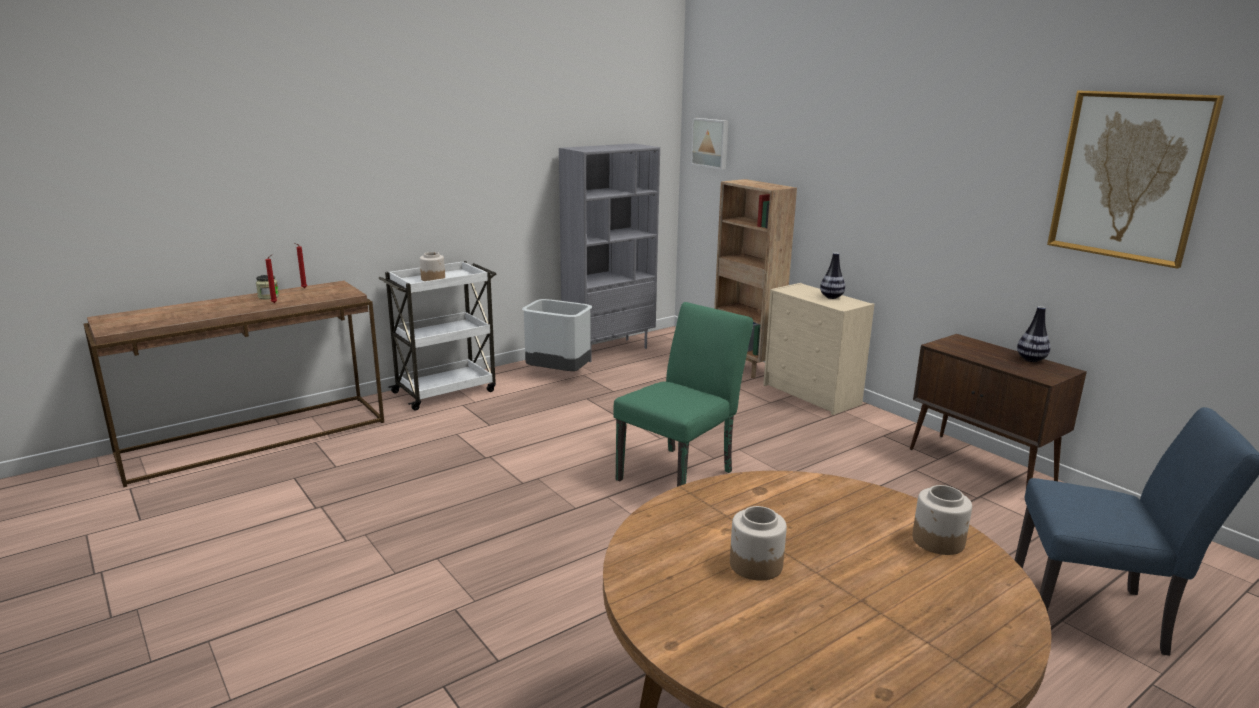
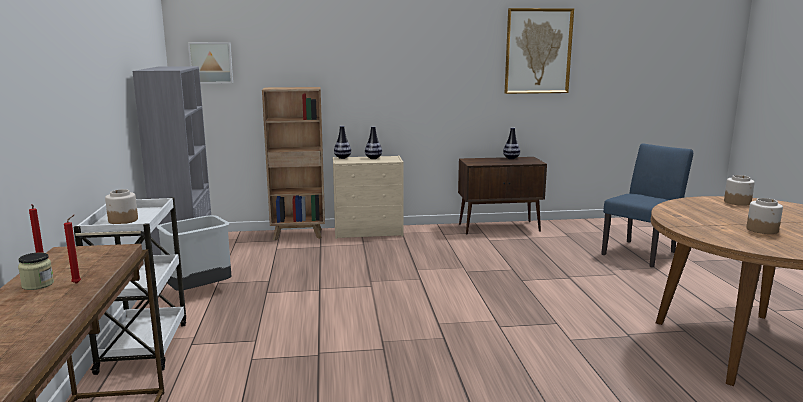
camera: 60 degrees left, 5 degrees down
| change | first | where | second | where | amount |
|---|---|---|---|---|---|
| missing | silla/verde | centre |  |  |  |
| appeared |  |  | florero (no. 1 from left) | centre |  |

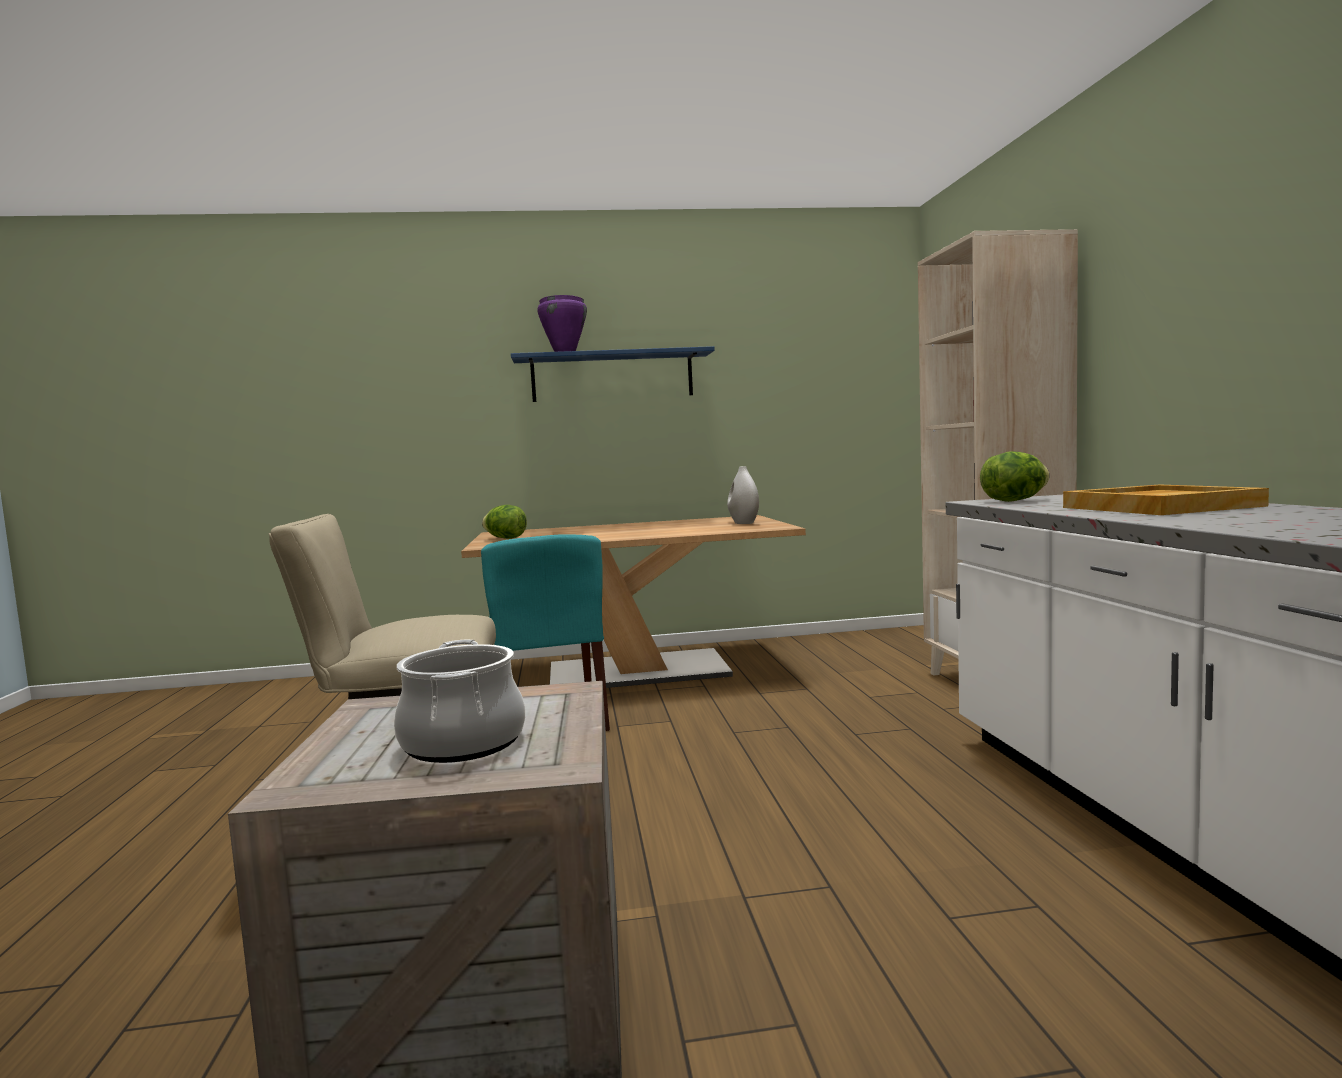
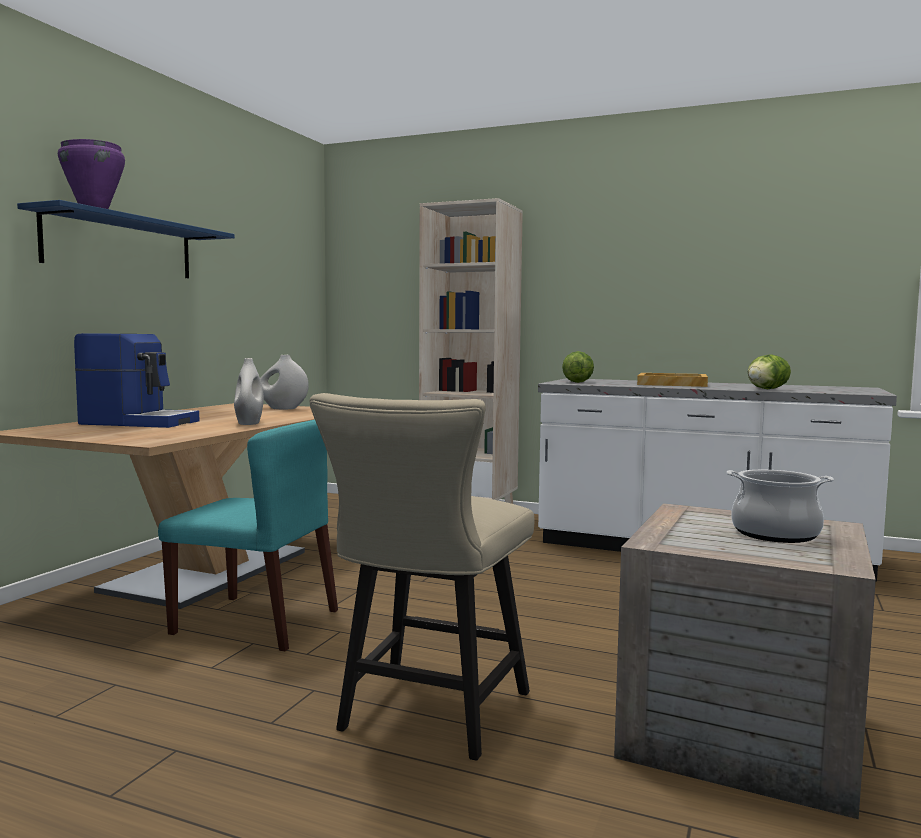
camera: 60 degrees left, 0 degrees up
| change | first | where | second | where | amount |
|---|---|---|---|---|---|
| relocated | lechuga (no. 1 from left in the first image) | centre | lechuga (no. 2 from left) | middle right |  |
| appeared |  |  | cafetera | middle left |  |
| appeared |  |  | florero/blanco (no. 1 from left) | middle left |  |

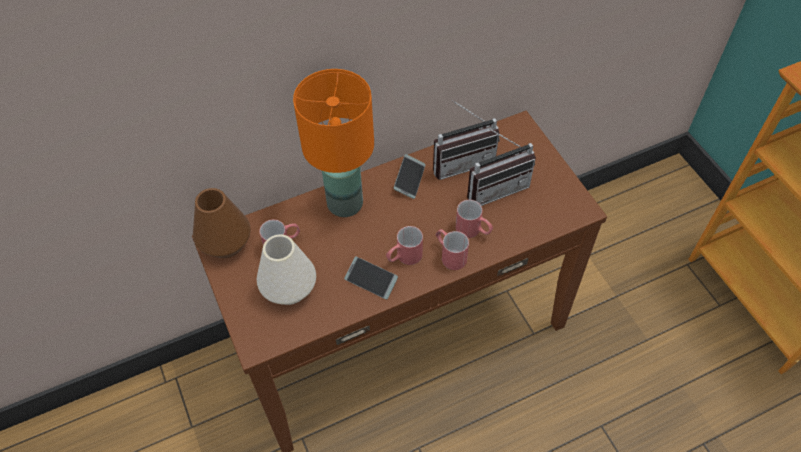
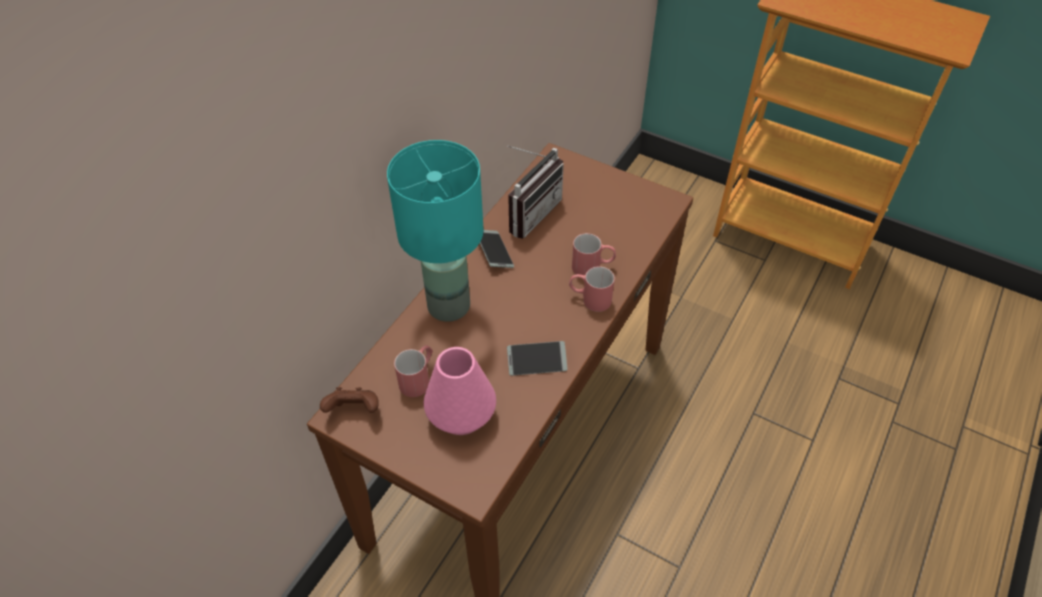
camera: 35 degrees left, 5 degrees down
| change | first | where | second | where | amount |
|---|---|---|---|---|---|
| colour | lámpara de mesa/naranja | top centre | lámpara de mesa/turquesa | centre |  |
| missing | radio (no. 2 from left) | centre |  |  |  |
| exchanged | florero/marrón | middle left | mando de consola/marrón | bottom centre |  |
| missing | taza grande/rojo (no. 2 from left) | centre |  |  |  |
| colour | florero/blanco | centre | florero/rosa | centre |  |

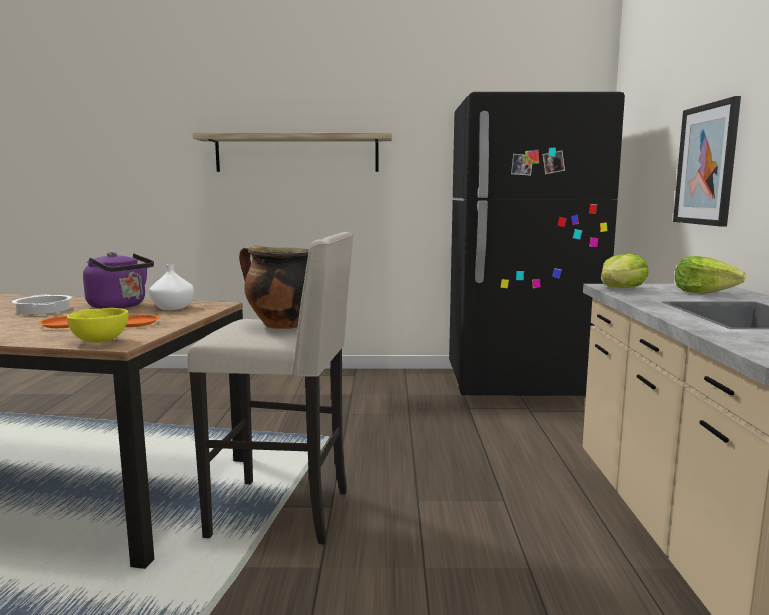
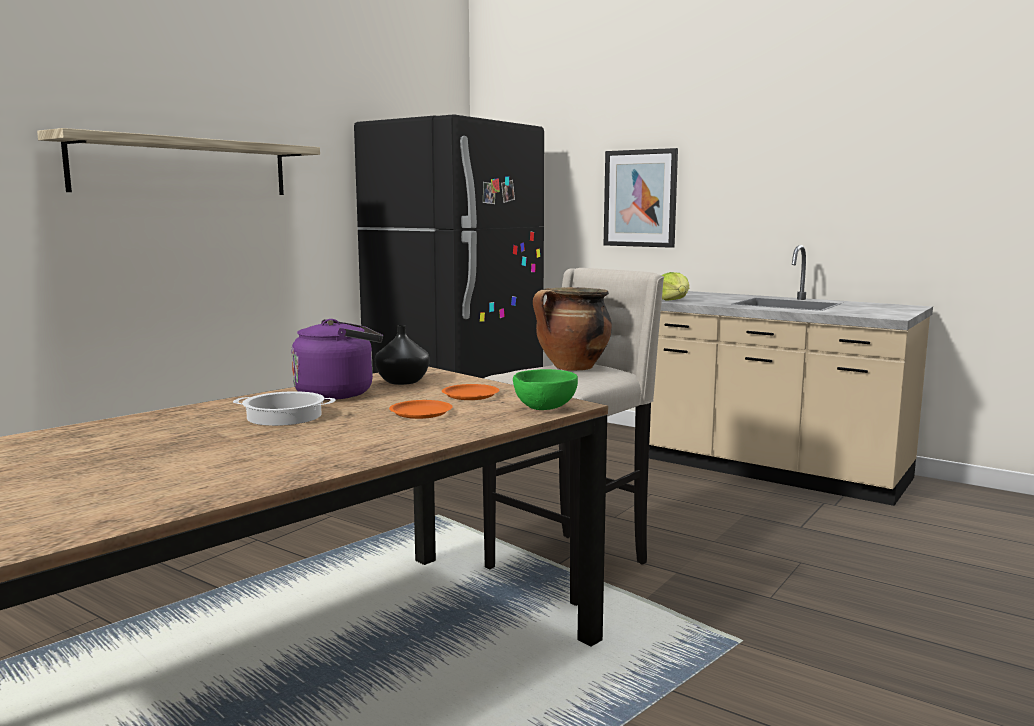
camera: 55 degrees left, 0 degrees up
| change | first | where | second | where | amount |
|---|---|---|---|---|---|
| missing | lechuga (no. 2 from left) | middle right |  |  |  |
| colour | florero/blanco | middle left | florero/negro | centre |  |
| colour | cuenco/amarillo | middle left | cuenco/verde | centre |  |

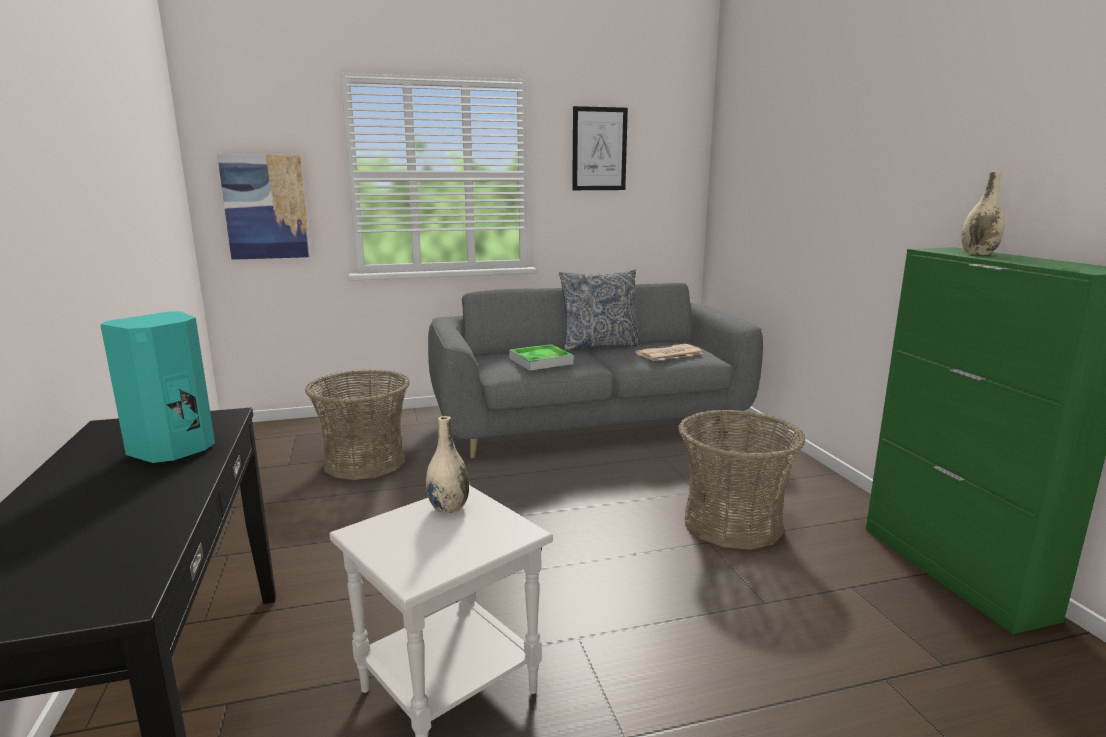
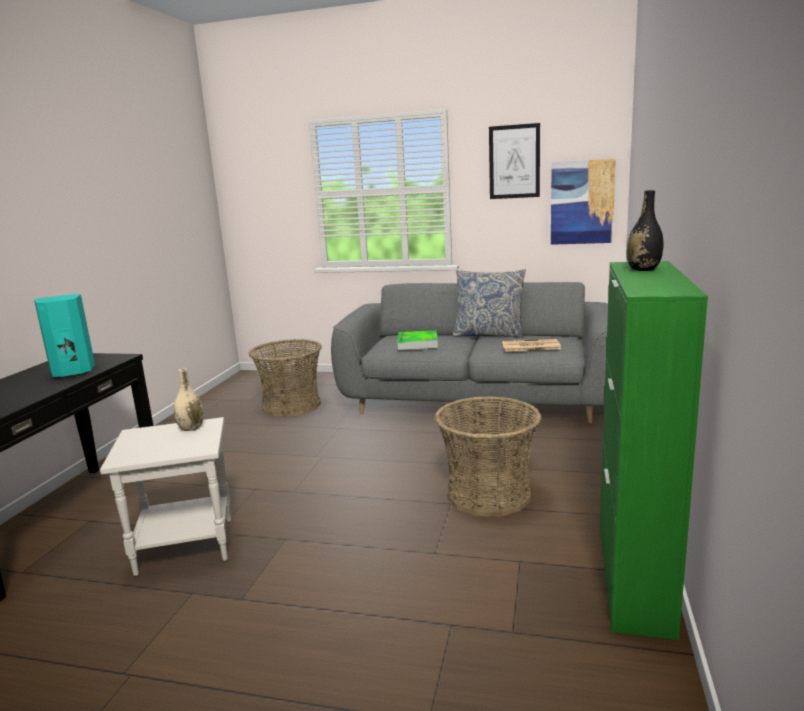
camera: 30 degrees right, 0 degrees up
| change | first | where | second | where | amount |
|---|---|---|---|---|---|
| relocated | cuadro (no. 1 from left in the first image) | top left | cuadro (no. 2 from left) | top right |  |
| colour | florero/beis (no. 2 from left) | top right | florero/negro | top right |  |

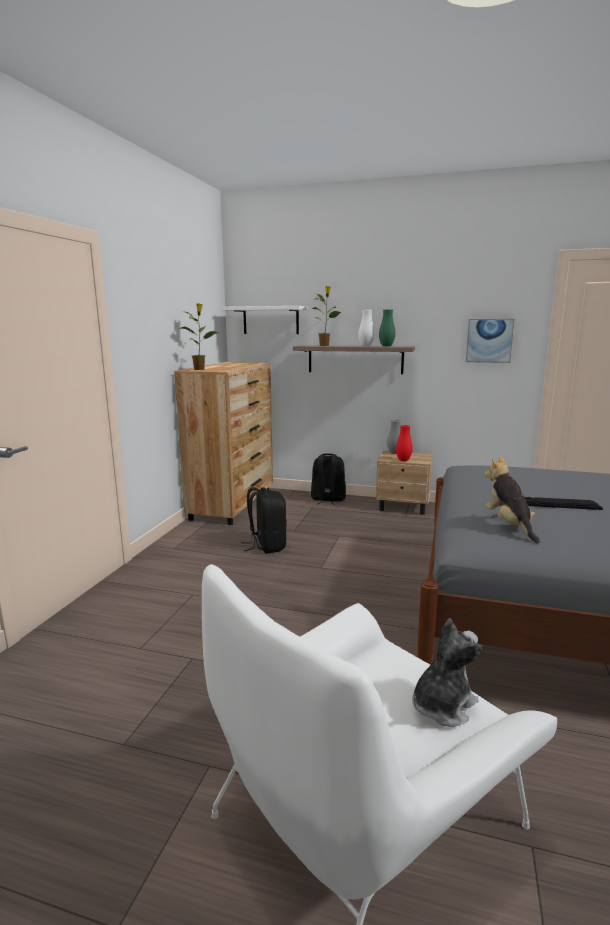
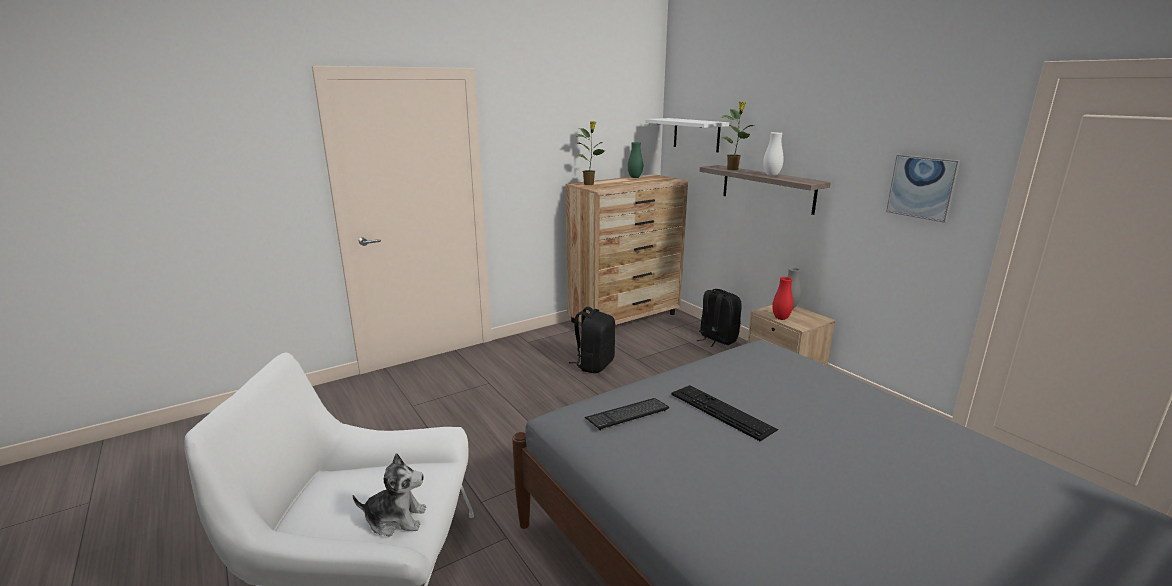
camera: 40 degrees right, 5 degrees up
| change | first | where | second | where | amount |
|---|---|---|---|---|---|
| relocated | florero/verde | centre |  | top centre |  |
| exchanged | peluche (no. 2 from left) | middle right | teclado (no. 1 from left) | bottom centre |  |

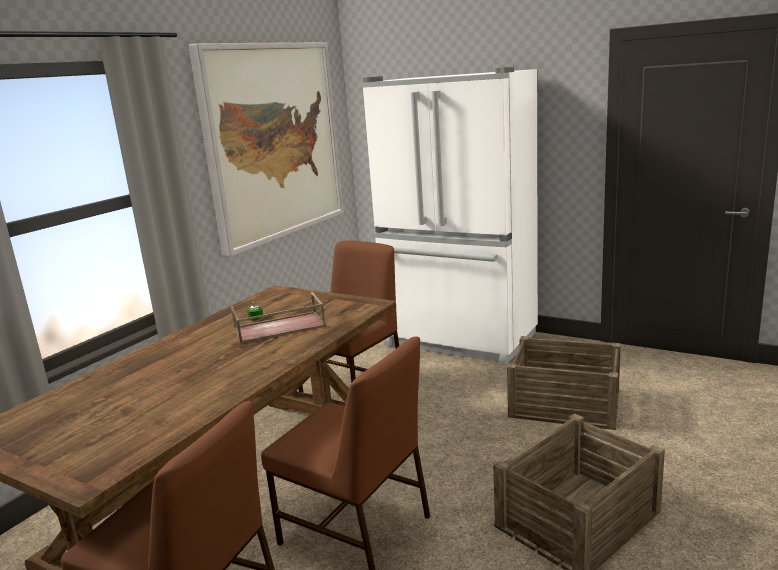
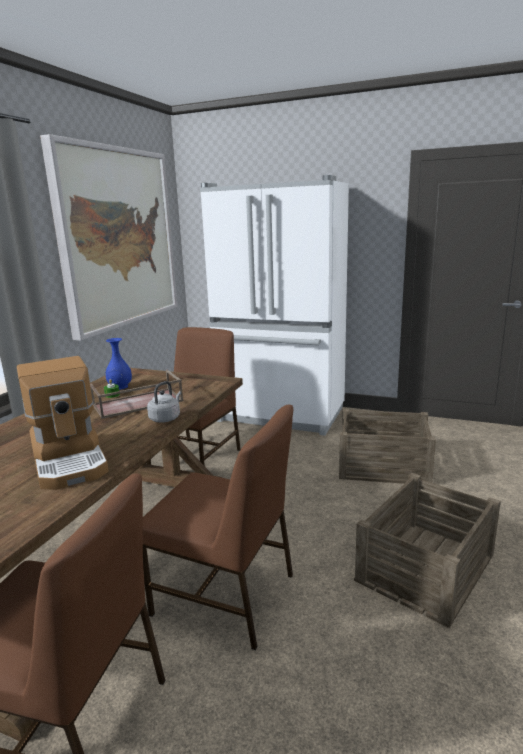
camera: 10 degrees left, 0 degrees up
| change | first | where | second | where | amount |
|---|---|---|---|---|---|
| appeared |  |  | florero/azul | middle left |  |
| appeared |  |  | cafetera | middle left |  |
| appeared |  |  | hervidor/gris | middle left |  |

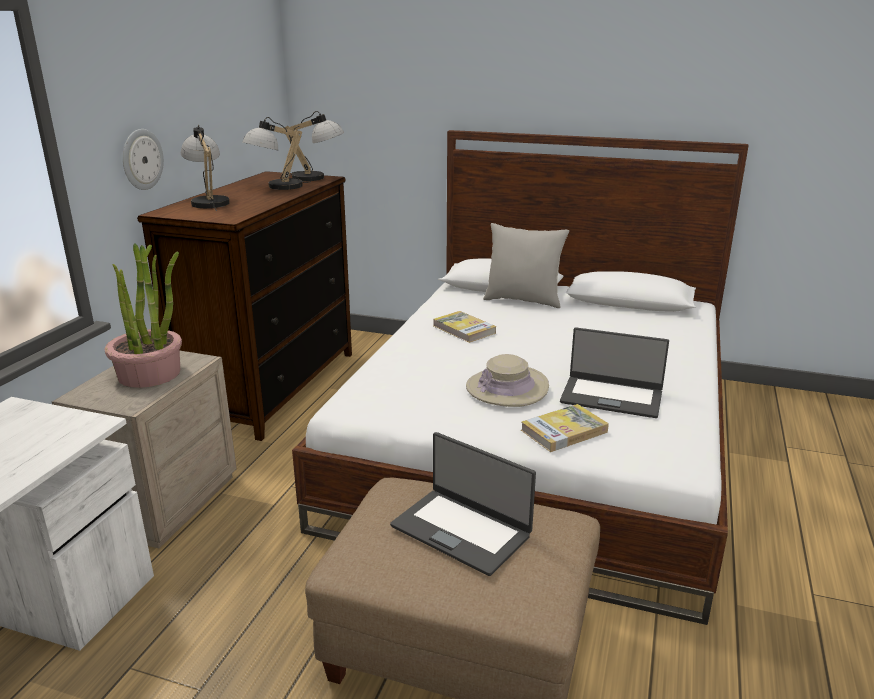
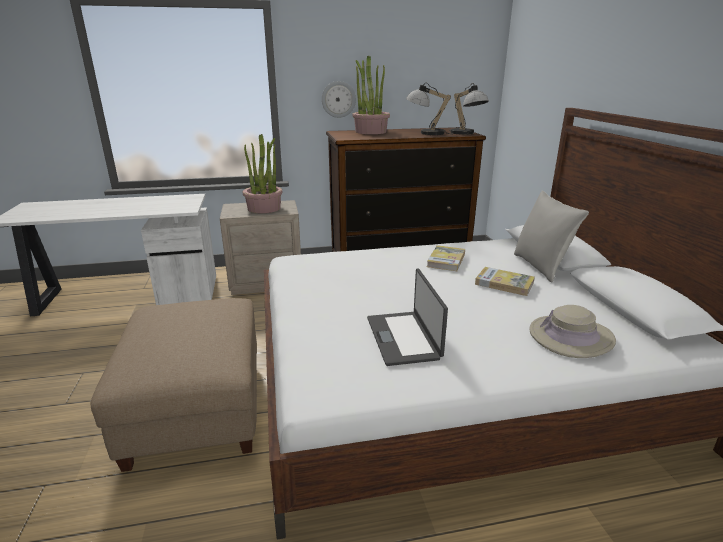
camera: 60 degrees right, 0 degrees up
| change | first | where | second | where | amount |
|---|---|---|---|---|---|
| exchanged | lámpara de mesa (no. 1 from left) | top left | planta en maceta (no. 2 from left) | top centre |  |
| relocated | sombrero/beis | centre |  | middle right |  |
| relocated | libro (no. 2 from left) | centre |  | middle right |  |
| missing | portátil (no. 1 from left) | bottom centre |  |  |  |

